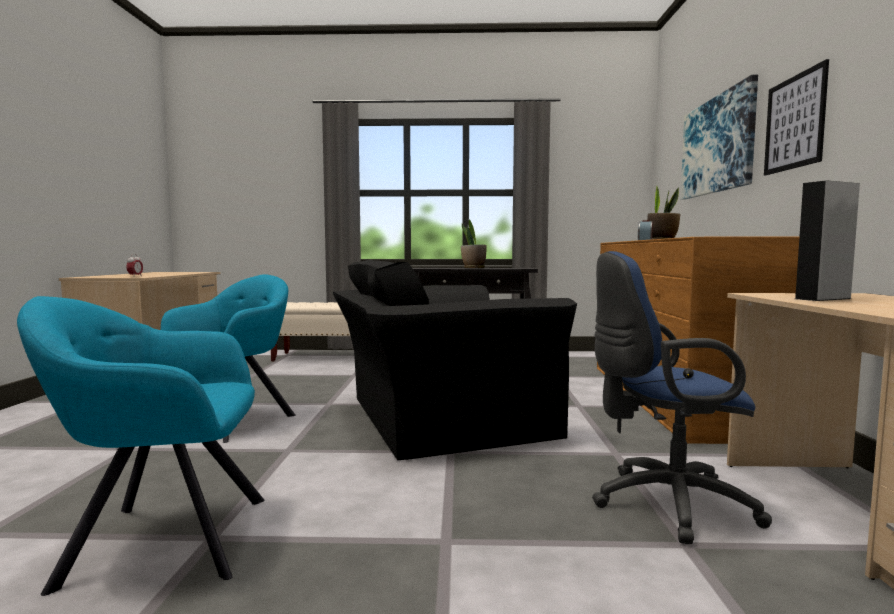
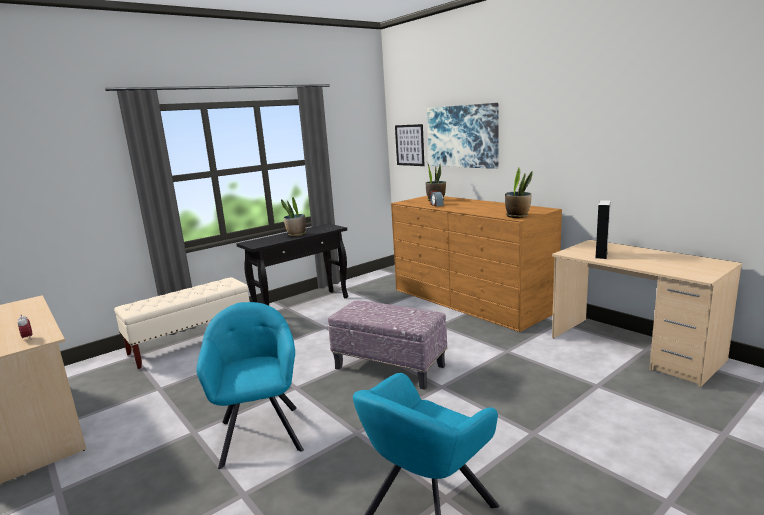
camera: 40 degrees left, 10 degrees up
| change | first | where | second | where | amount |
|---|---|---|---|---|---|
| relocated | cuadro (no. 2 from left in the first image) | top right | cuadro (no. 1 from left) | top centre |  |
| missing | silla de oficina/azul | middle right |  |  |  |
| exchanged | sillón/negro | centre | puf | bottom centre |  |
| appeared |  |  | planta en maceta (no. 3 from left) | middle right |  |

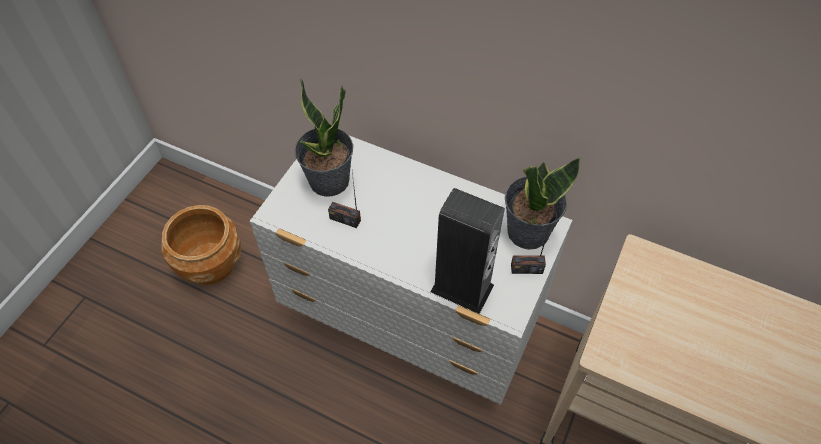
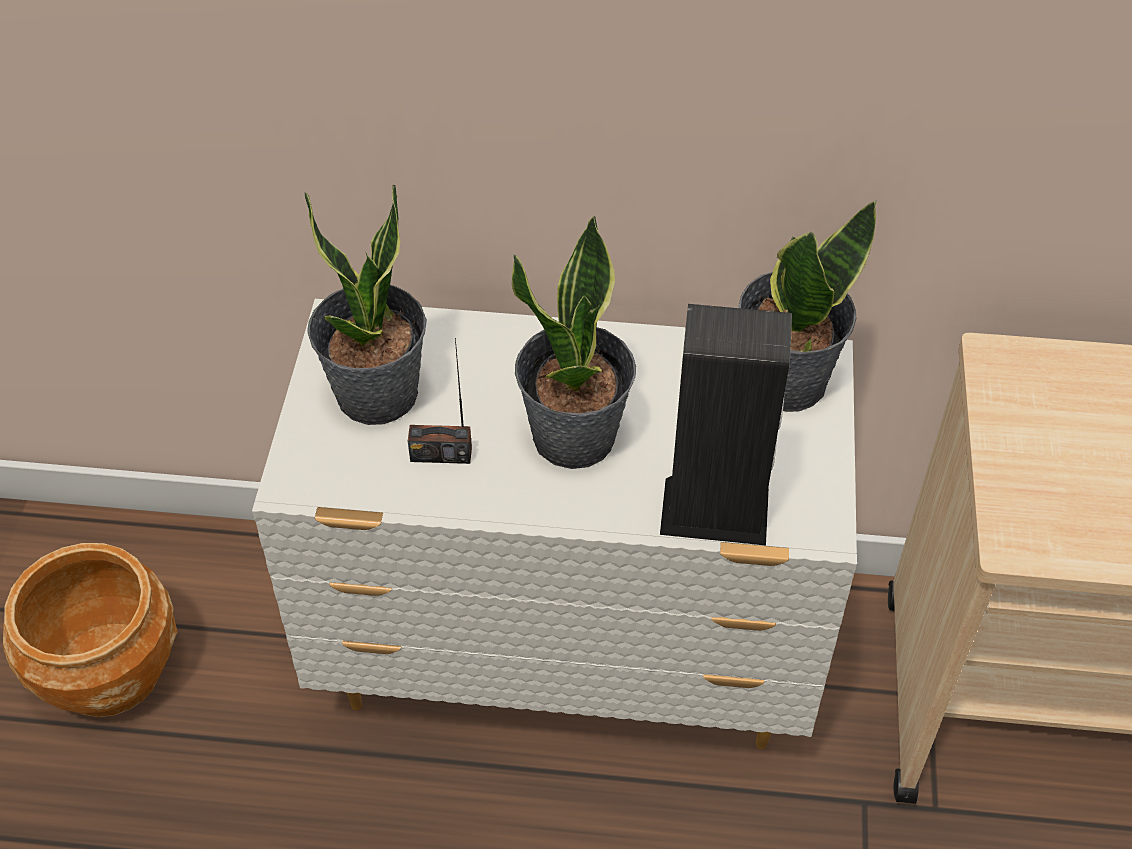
camera: 20 degrees left, 5 degrees down
| change | first | where | second | where | amount |
|---|---|---|---|---|---|
| missing | radio (no. 2 from left) | centre |  |  |  |
| appeared |  |  | planta en maceta (no. 2 from left) | centre |  |

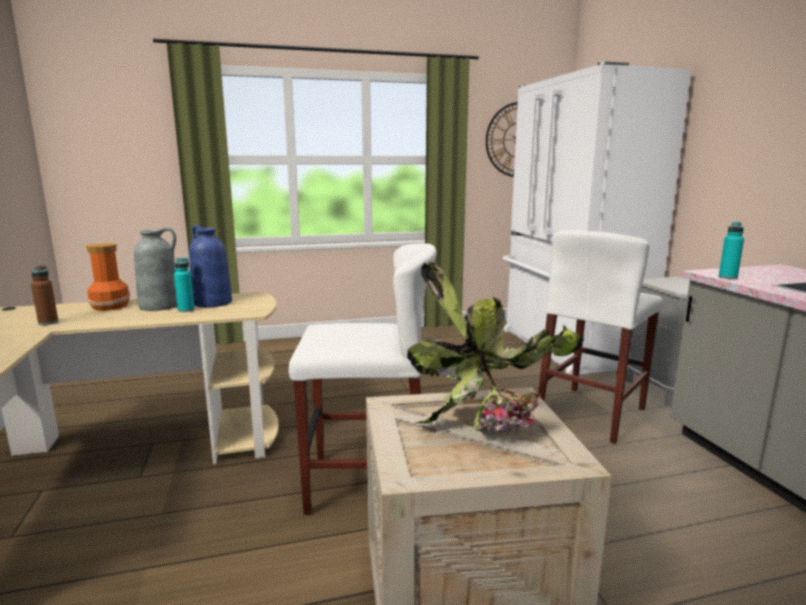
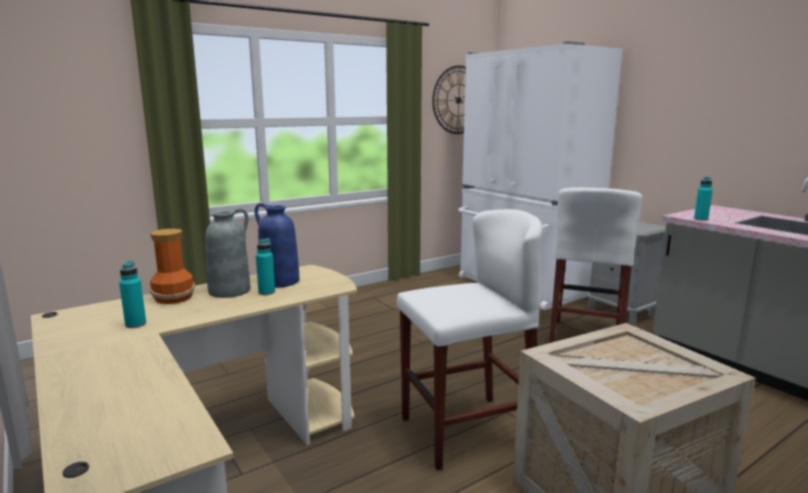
camera: 20 degrees left, 0 degrees up
| change | first | where | second | where | amount |
|---|---|---|---|---|---|
| missing | planta en maceta | centre |  |  |  |
| colour | botella/marrón | middle left | botella/turquesa (no. 1 from left) | middle left |  |

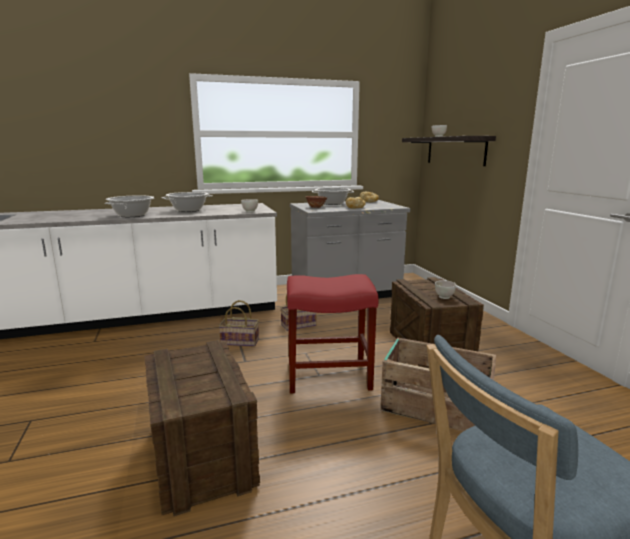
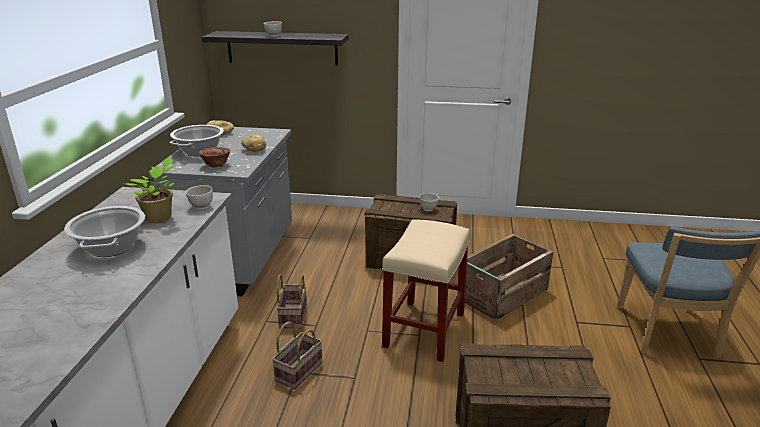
camera: 65 degrees left, 10 degrees up
| change | first | where | second | where | amount |
|---|---|---|---|---|---|
| missing | olla (no. 1 from left) | middle left |  |  |  |
| colour | taburete/rojo | centre | taburete/beis | bottom centre |  |
| appeared |  |  | planta en maceta | middle left |  |

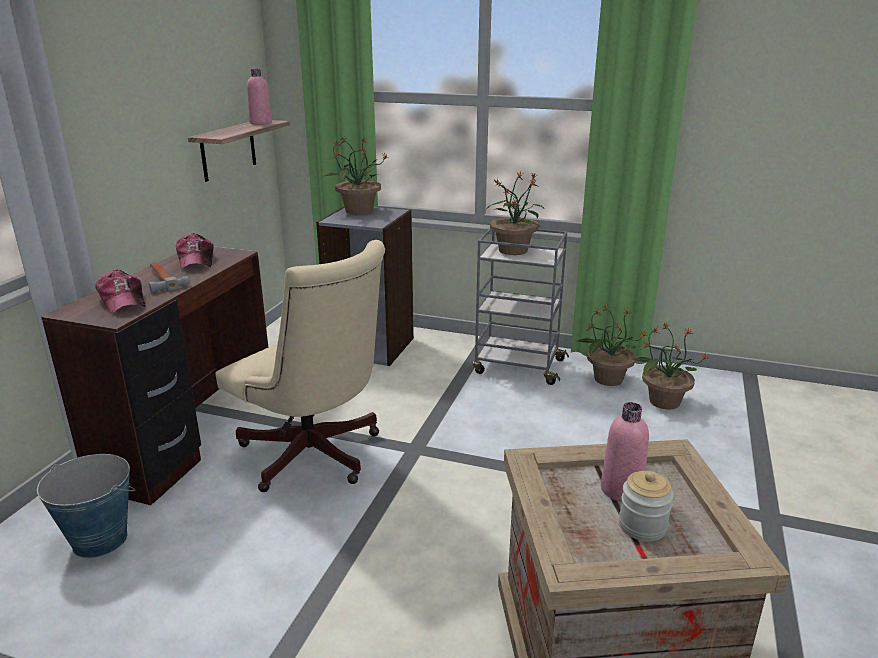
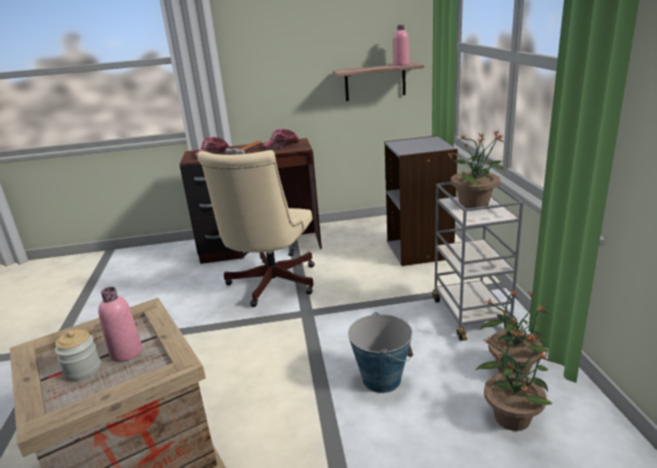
camera: 65 degrees right, 0 degrees up
| change | first | where | second | where | amount |
|---|---|---|---|---|---|
| missing | planta en maceta (no. 1 from left) | top centre |  |  |  |
| relocated | cubo | bottom left |  | bottom centre |  |

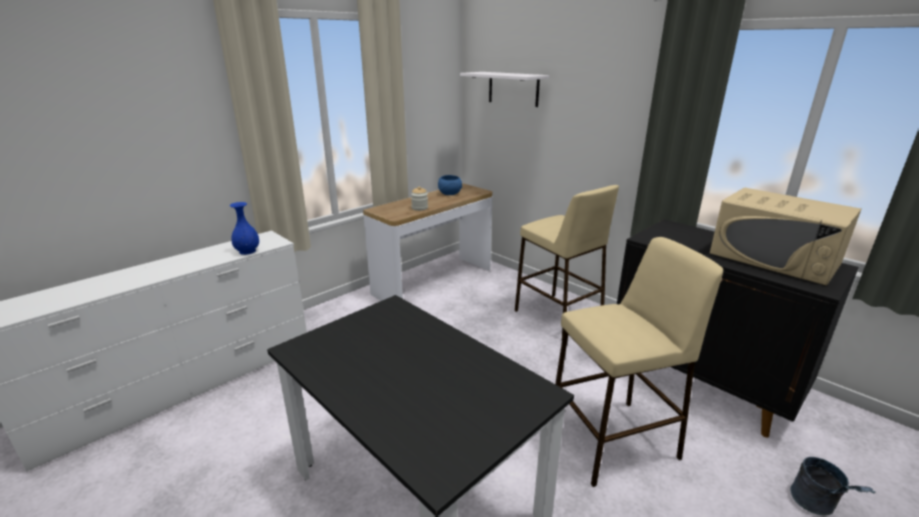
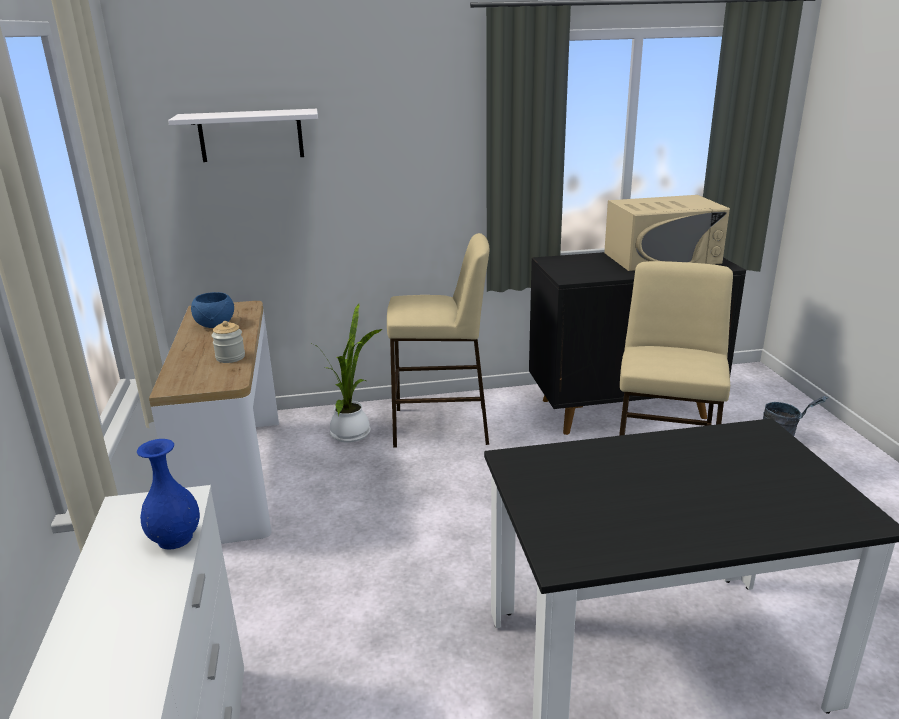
camera: 55 degrees left, 0 degrees up
| change | first | where | second | where | amount |
|---|---|---|---|---|---|
| appeared |  |  | planta en maceta | centre |  |

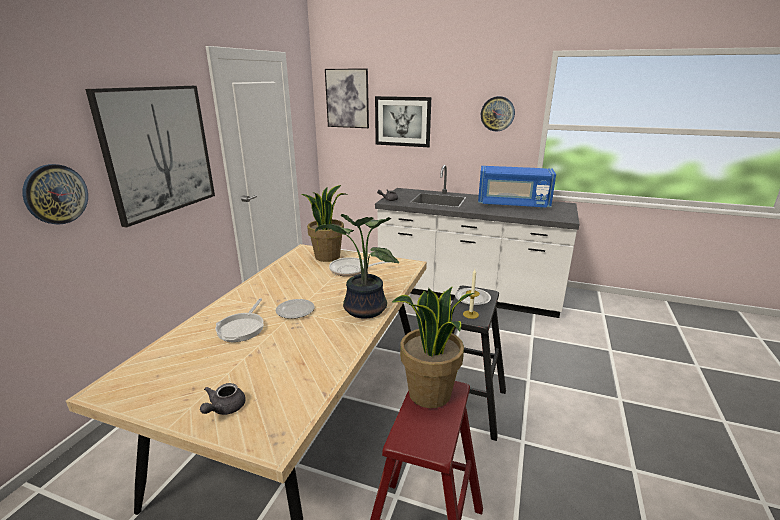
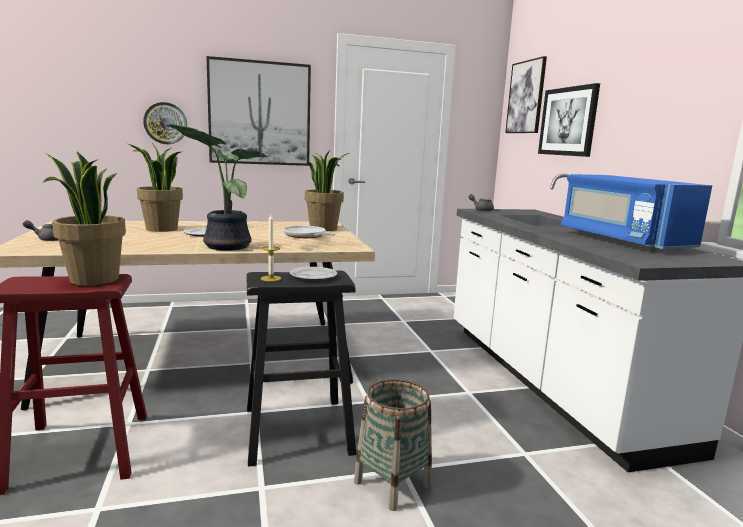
camera: 55 degrees right, 10 degrees down
| change | first | where | second | where | amount |
|---|---|---|---|---|---|
| missing | reloj de pared (no. 2 from left) | top centre |  |  |  |
| exchanged | sartén (no. 1 from left) | middle left | planta en maceta (no. 2 from left) | middle left |  |
| appeared |  |  | cesta | bottom centre |  |

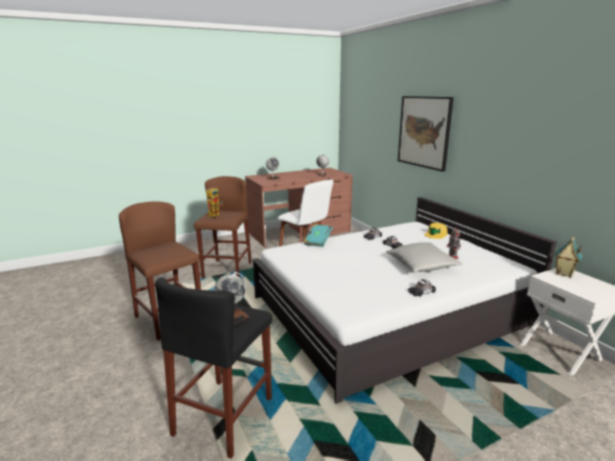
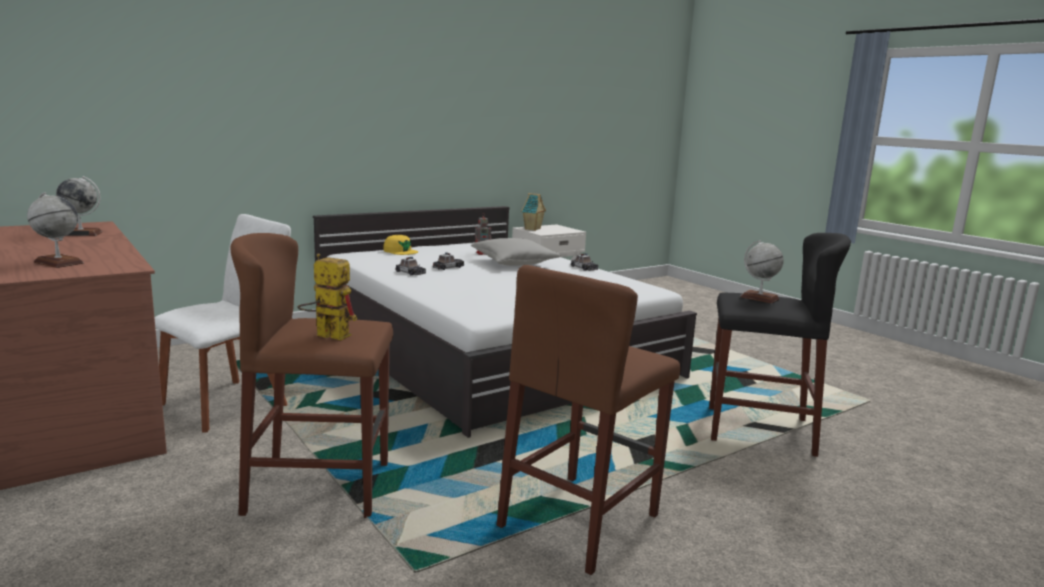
camera: 100 degrees left, 5 degrees down
| change | first | where | second | where | amount |
|---|---|---|---|---|---|
| missing | cuadro | top right |  |  |  |
| missing | libro/turquesa | centre |  |  |  |

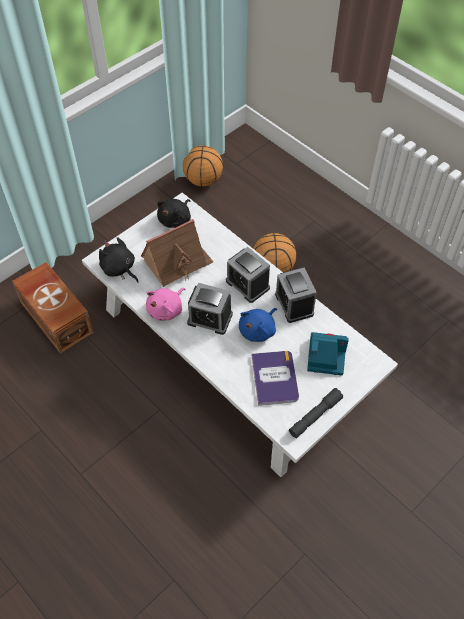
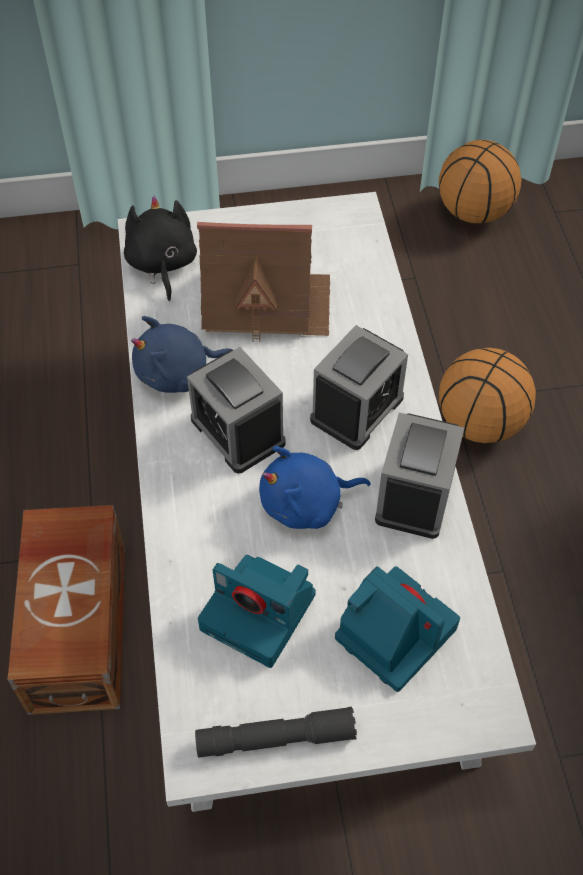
camera: 35 degrees right, 0 degrees up
| change | first | where | second | where | amount |
|---|---|---|---|---|---|
| missing | peluche/negro (no. 2 from left) | centre |  |  |  |
| spun | despertador (no. 2 from left) | centre |  | centre | 135 degrees counterclockwise |
| relocated | caja de almacenaje/marrón | middle left |  | bottom left |  |
| colour | peluche/rosa | centre | peluche/azul (no. 1 from left) | middle left |  |
| exchanged | libro | centre | cámara (no. 1 from left) | bottom centre |  |

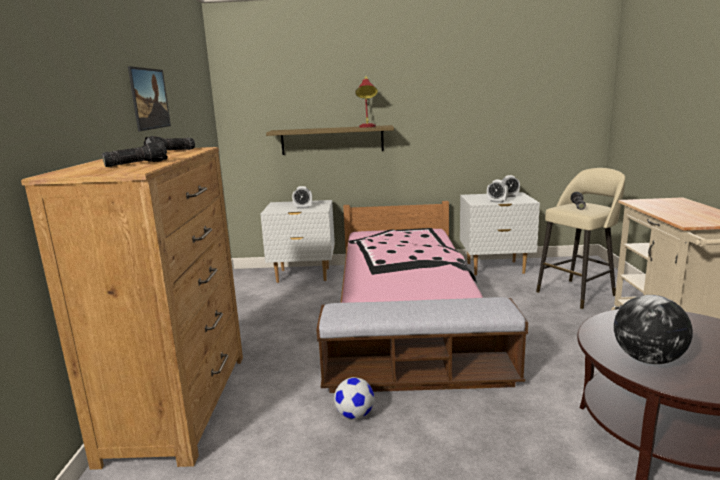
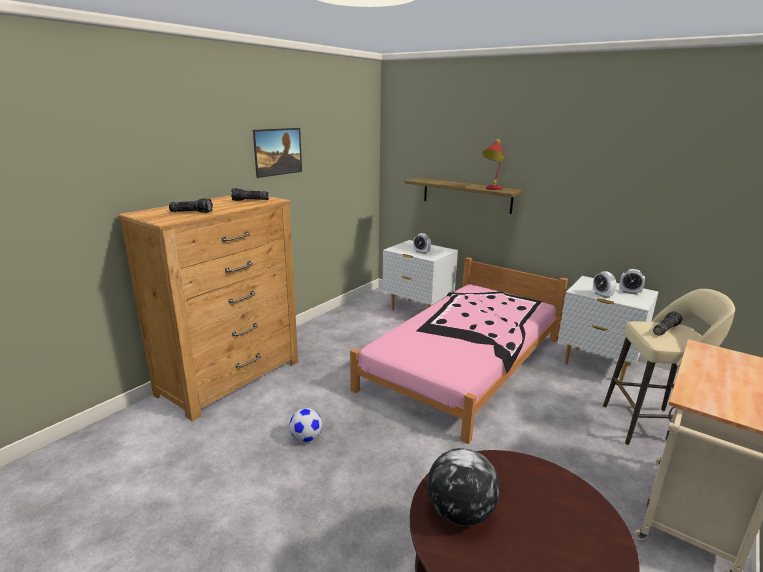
camera: 35 degrees right, 5 degrees up
| change | first | where | second | where | amount |
|---|---|---|---|---|---|
| missing | banco | bottom centre |  |  |  |

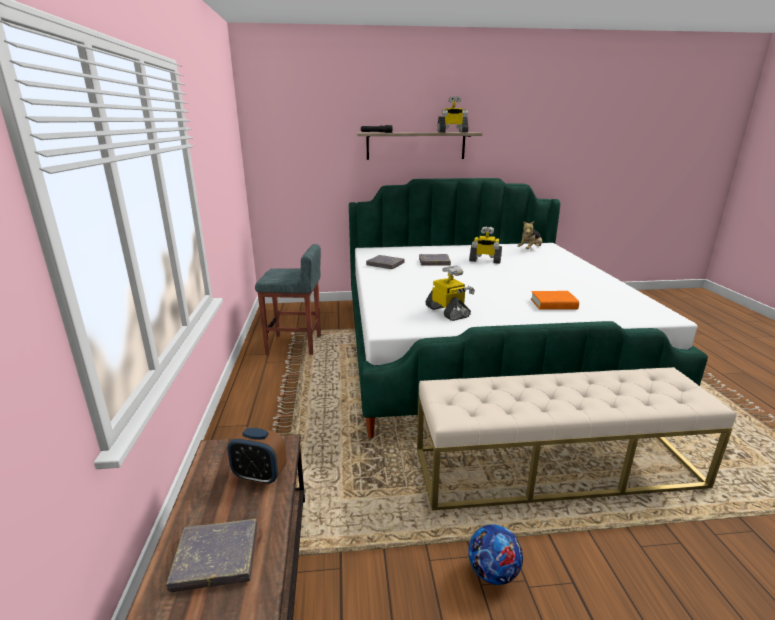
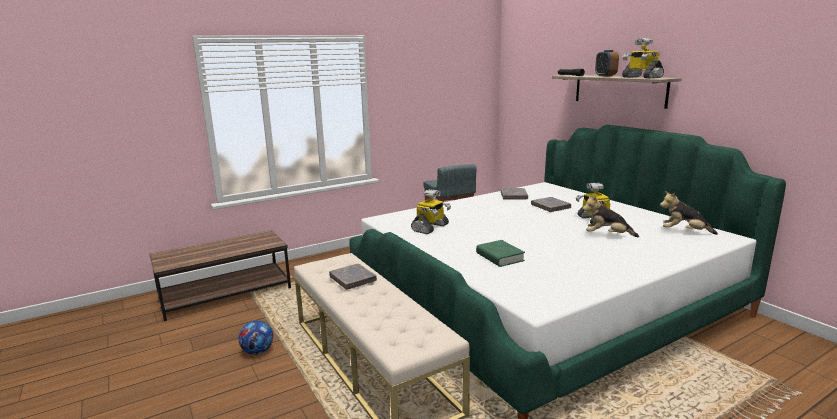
camera: 65 degrees right, 5 degrees down
| change | first | where | second | where | amount |
|---|---|---|---|---|---|
| colour | libro/naranja | middle right | libro/verde | centre |  |
| relocated | despertador | bottom left |  | top right |  |
| relocated | libro/gris (no. 1 from left) | bottom left |  | centre |  |
| appeared |  |  | peluche (no. 1 from left) | middle right |  |

